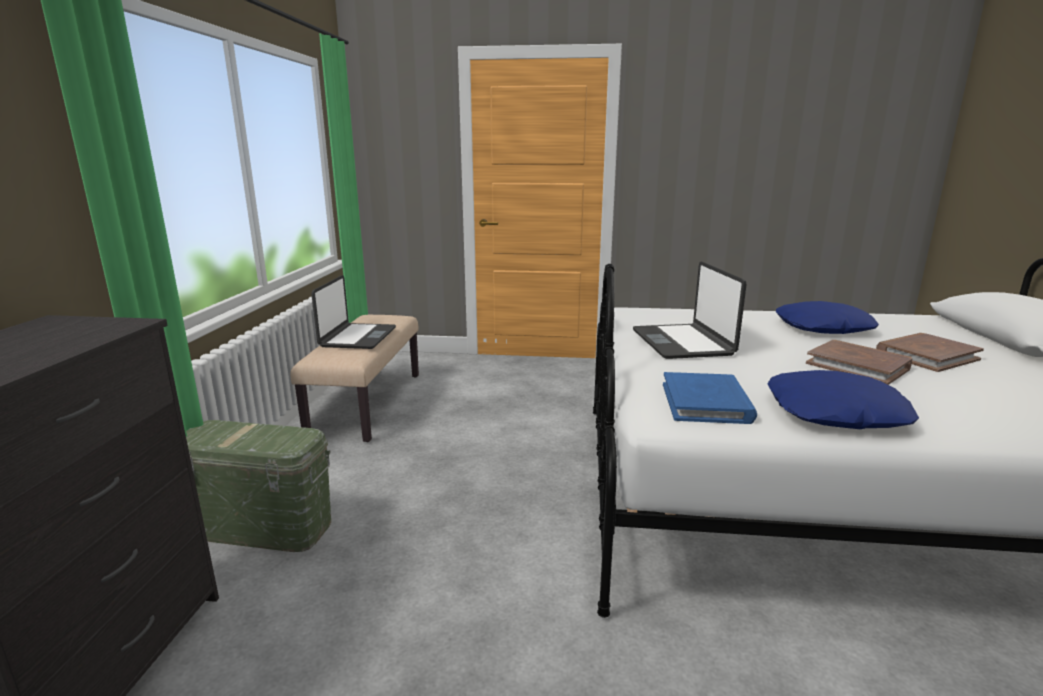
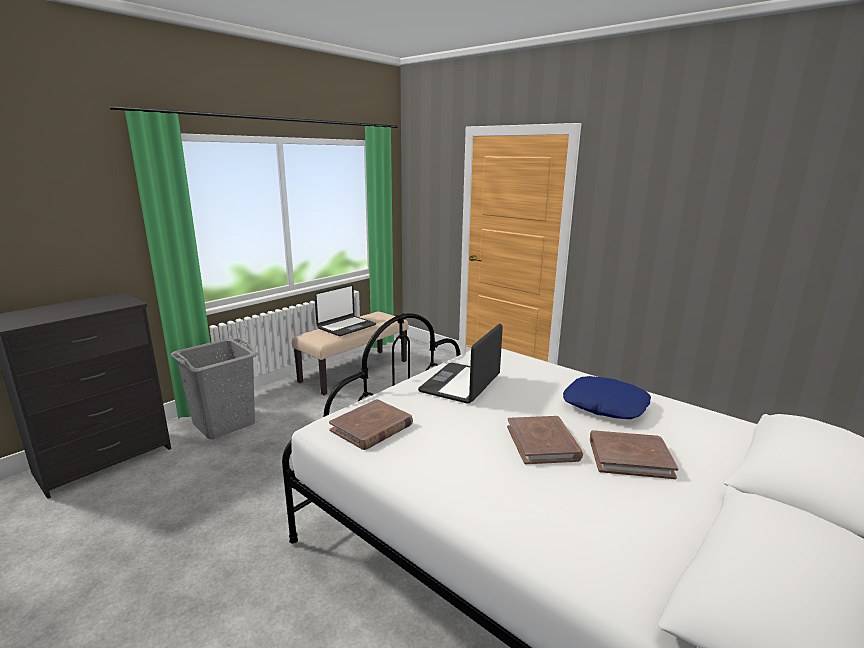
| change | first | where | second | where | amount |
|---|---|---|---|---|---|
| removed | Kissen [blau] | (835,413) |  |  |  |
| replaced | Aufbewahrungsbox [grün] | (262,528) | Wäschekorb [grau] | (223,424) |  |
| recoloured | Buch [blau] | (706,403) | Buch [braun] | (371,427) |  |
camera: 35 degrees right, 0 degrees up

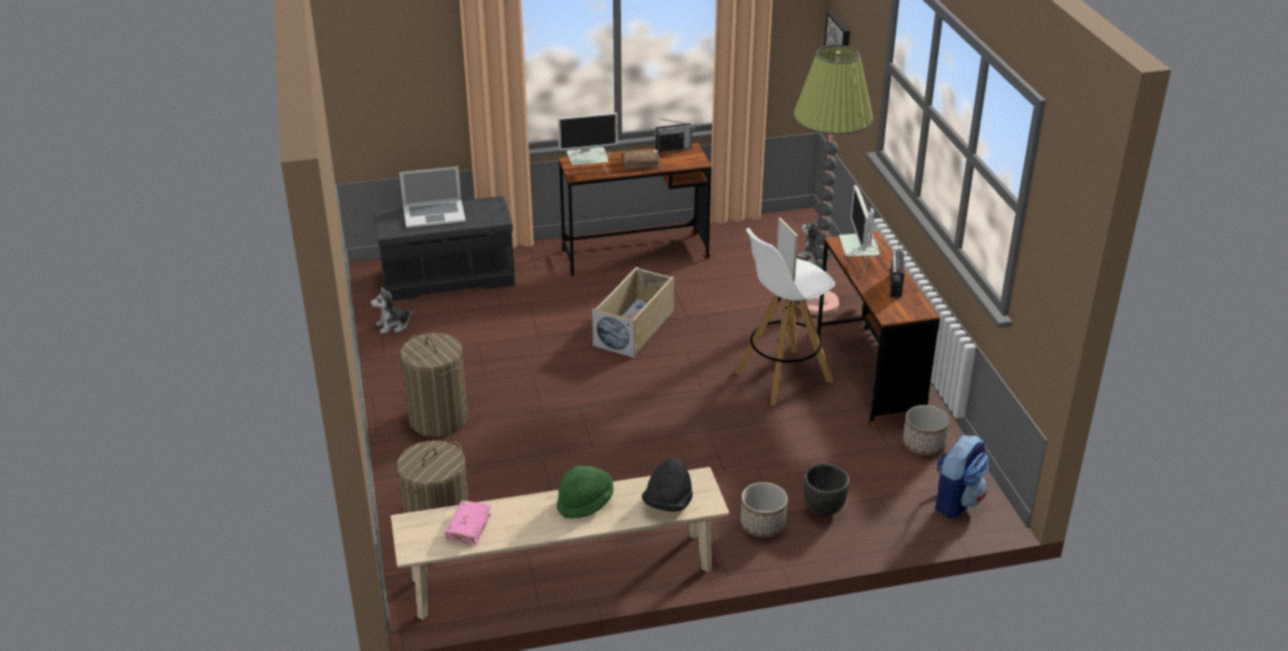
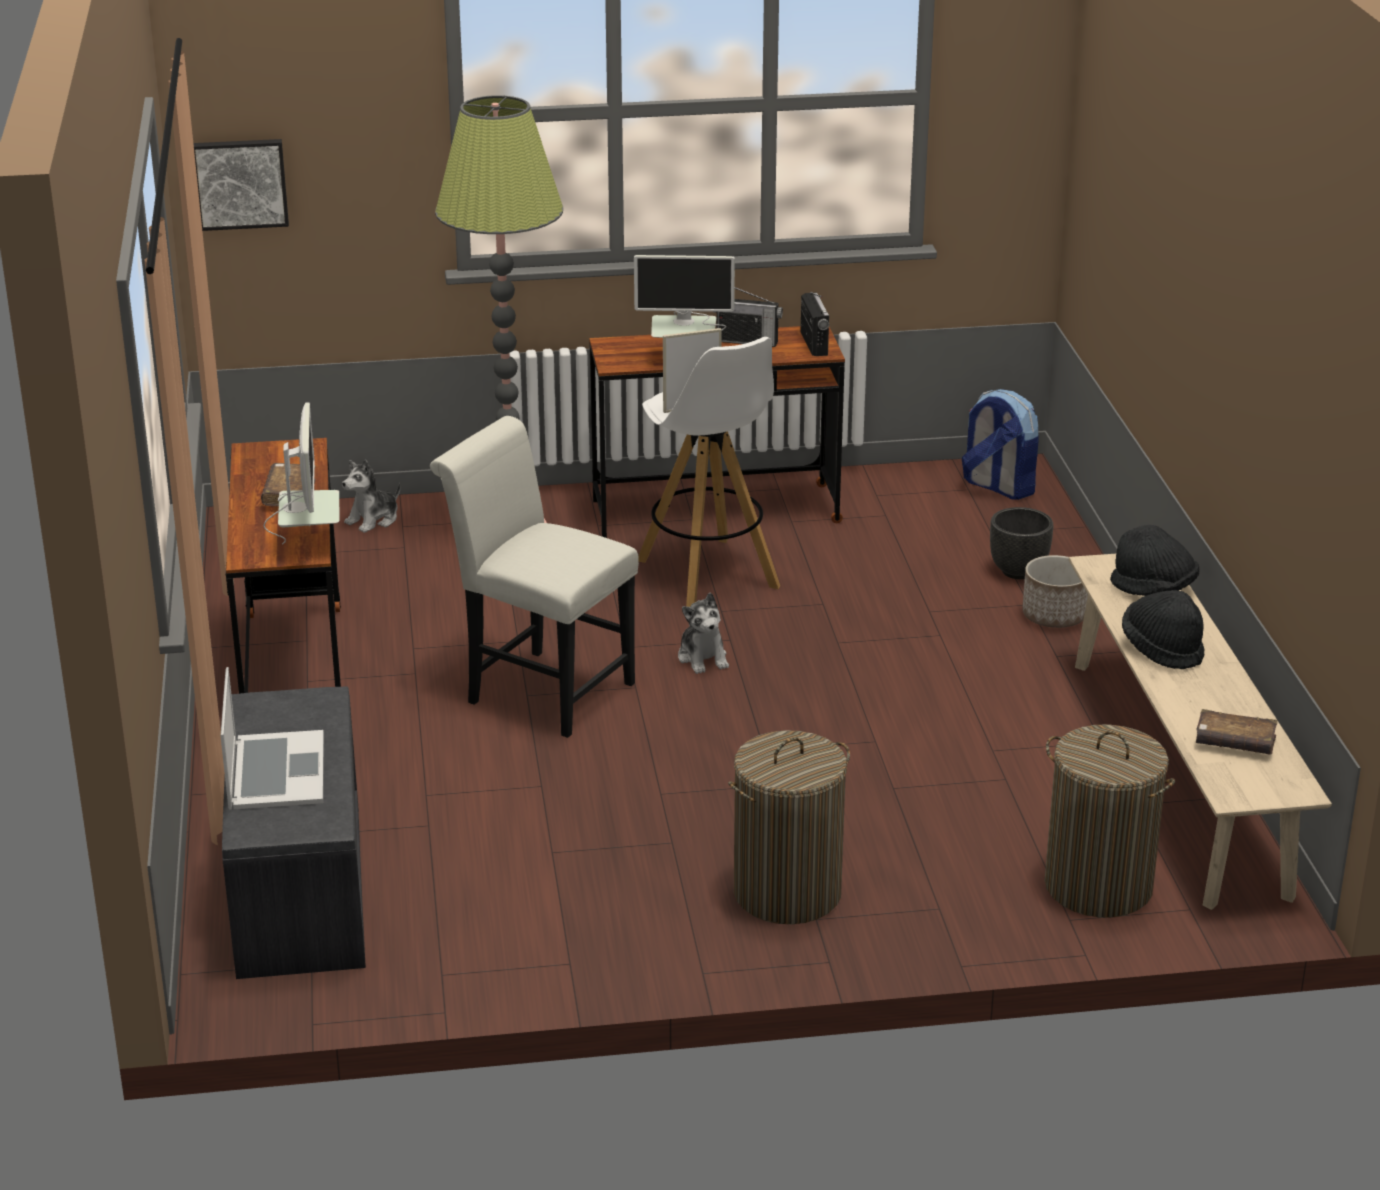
| change | first | where | second | where | amount |
|---|---|---|---|---|---|
| removed | Pflanzkübel | (923,445) |  |  |  |
| moved | Plüschtier | (393,325) |  | (703,658) |  |
| moved | Radio | (673,149) |  | (814,344) |  |
| replaced | Aufbewahrungsbox [beige] | (634,328) | Stuhl [weiß] | (541,689) |  |
| recoloured | Buch [rosa] | (468,527) | Buch [braun] | (1234,743) |  |
| recoloured | Hut [grün] | (585,503) | Hut [schwarz] | (1162,649) |  |
camera: 85 degrees left, 5 degrees down

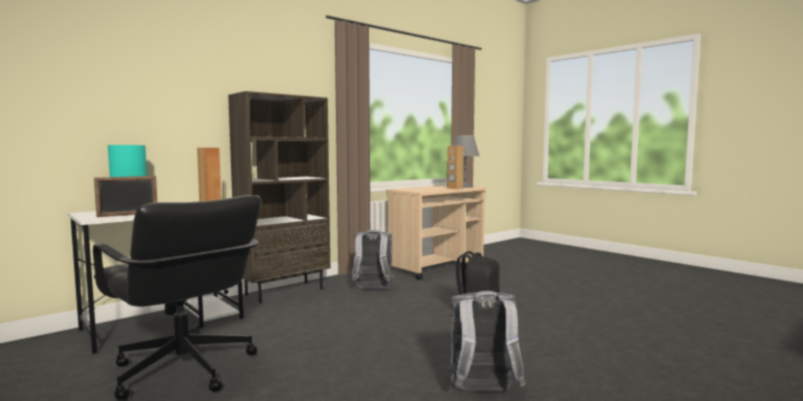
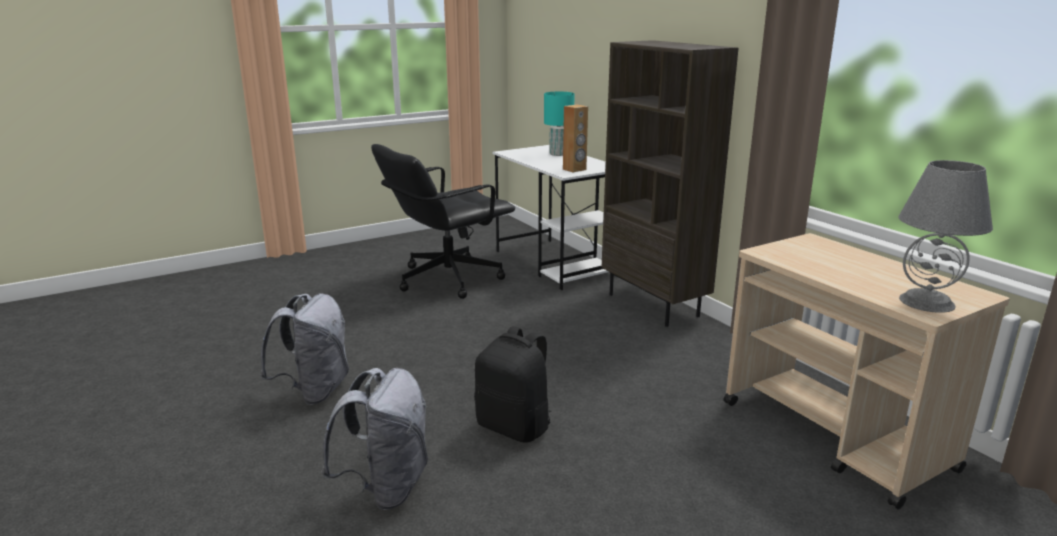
| change | first | where | second | where | amount |
|---|---|---|---|---|---|
| removed | Bilderrahmen | (128,215) |  |  |  |
| removed | Lautsprecher [braun] | (454,188) |  |  |  |
| moved | Rucksack [grau] | (372,290) |  | (386,487) |  |
camera: 100 degrees right, 15 degrees up

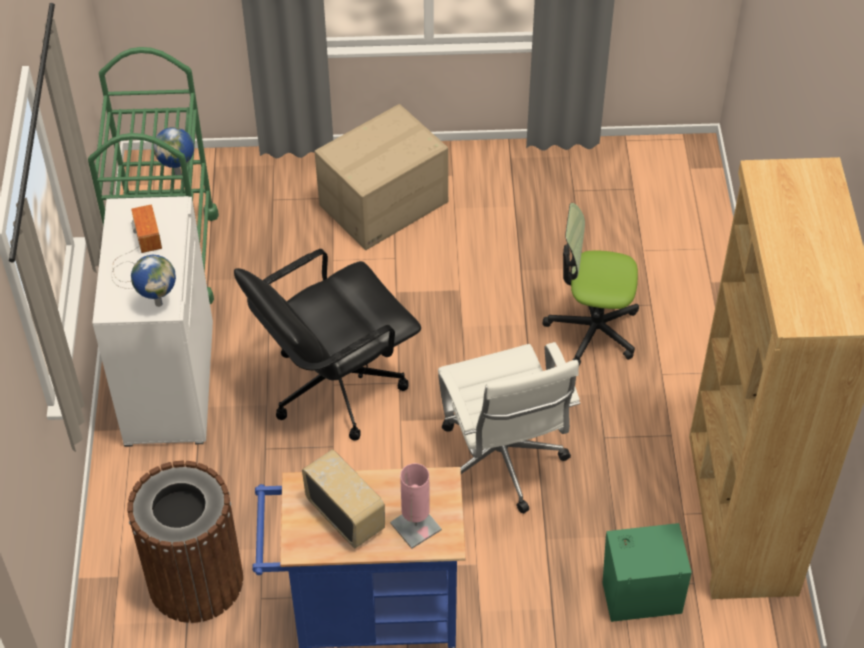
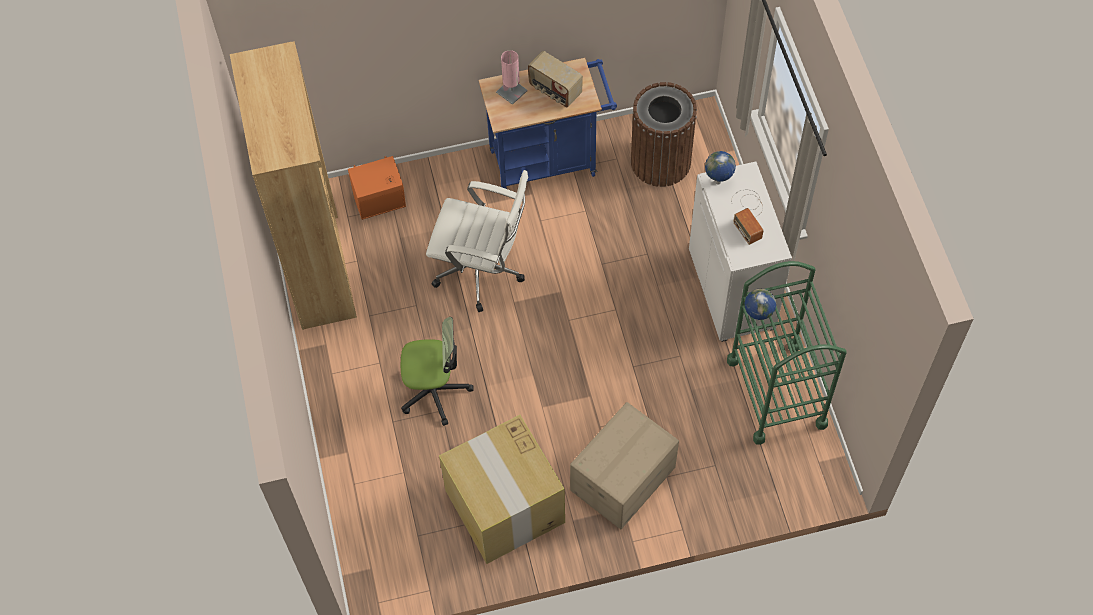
| change | first | where | second | where | amount |
|---|---|---|---|---|---|
| removed | Bürostuhl [schwarz] | (334,386) |  |  |  |
| added |  |  | Karton | (505,507) |  |
| recoloured | Lautsprecher [grün] | (639,594) | Lautsprecher [orange] | (381,204) |  |
| turned | Bürostuhl [weiß] | (502,465) |  | (483,272) | 135 degrees clockwise |
camera: 170 degrees right, 10 degrees up

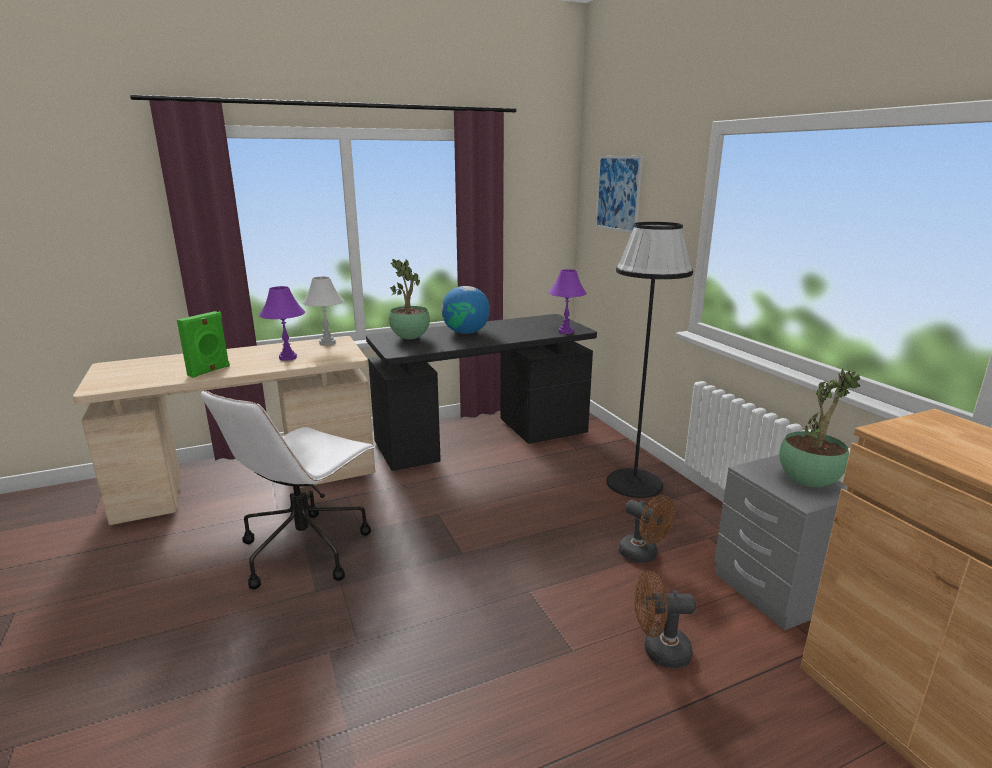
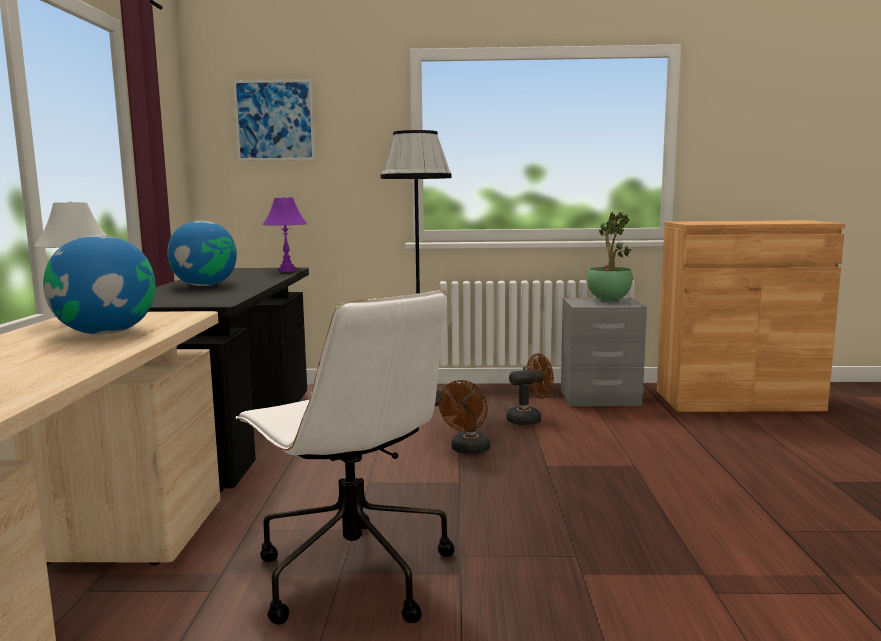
| change | first | where | second | where | amount |
|---|---|---|---|---|---|
| removed | Lautsprecher [grün] | (210,371) |  |  |  |
| removed | Topfpflanze | (411,338) |  |  |  |
| moved | Ventilator [braun] | (659,651) |  | (468,450) |  |
| replaced | Tischlampe [lila] | (287,357) | Globus | (106,333) |  |
camera: 65 degrees left, 10 degrees down

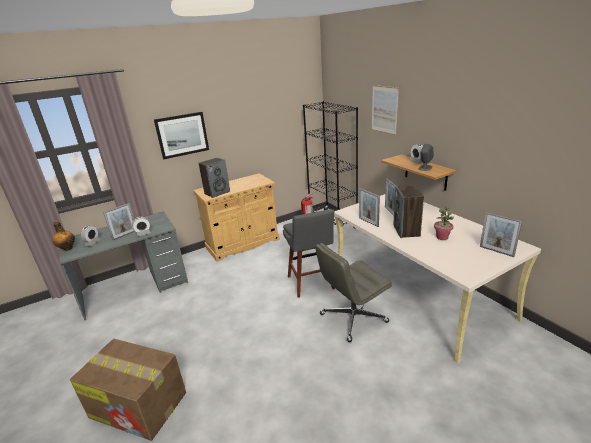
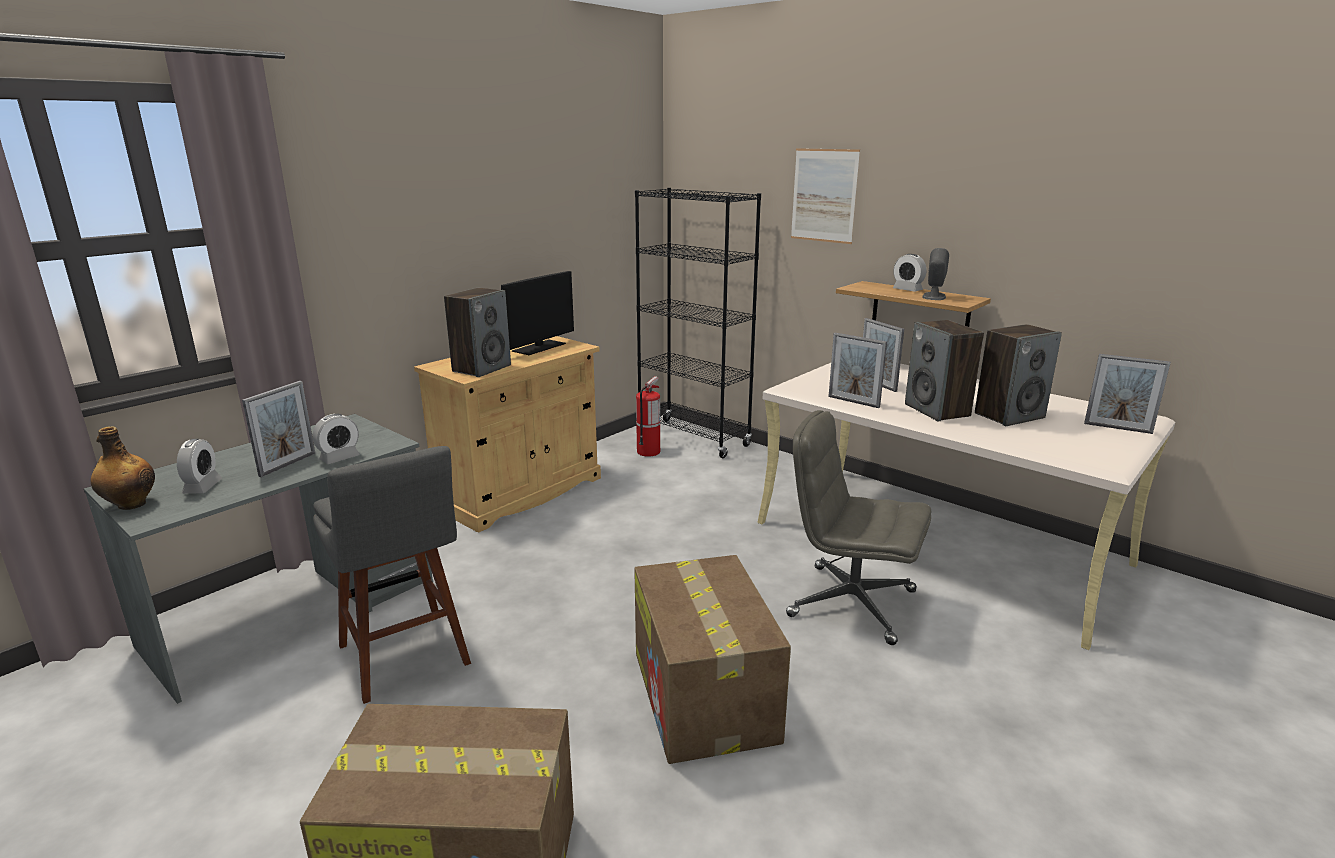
| change | first | where | second | where | amount |
|---|---|---|---|---|---|
| removed | Bild | (182,135) |  |  |  |
| added |  |  | Monitor | (539,347) |  |
| added |  |  | Karton | (705,697) |  |
| moved | Hocker [grau] | (311,284) |  | (406,659) |  |
| replaced | Topfpflanze | (442,237) | Lautsprecher | (1009,415) |  |
| turned | Bürostuhl [grau] | (353,318) |  | (850,603) | 75 degrees clockwise |
camera: 20 degrees left, 5 degrees down

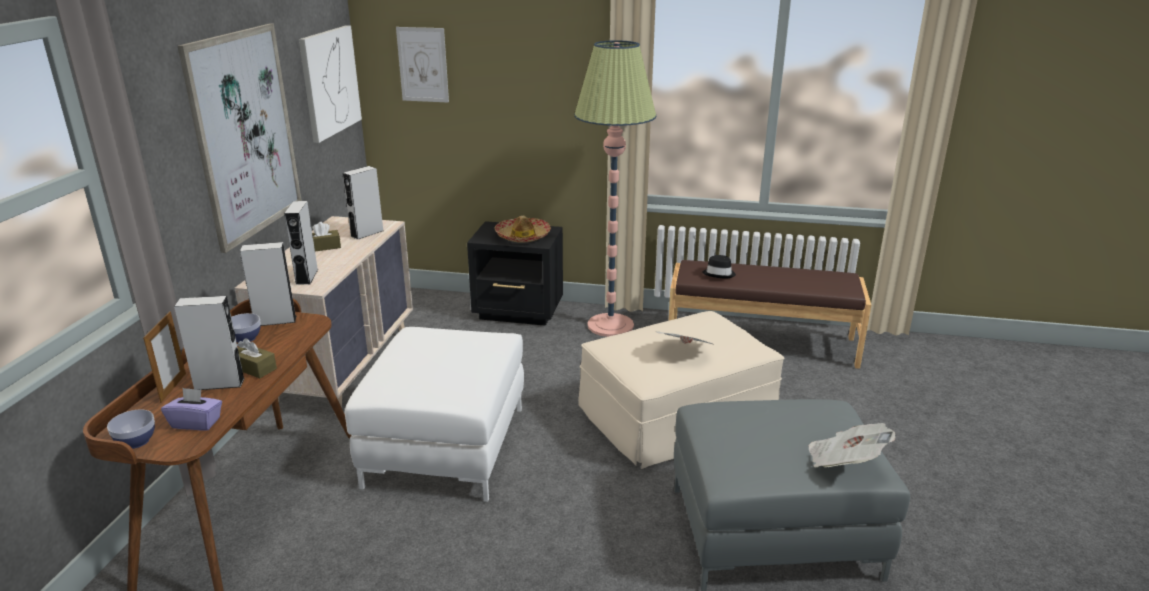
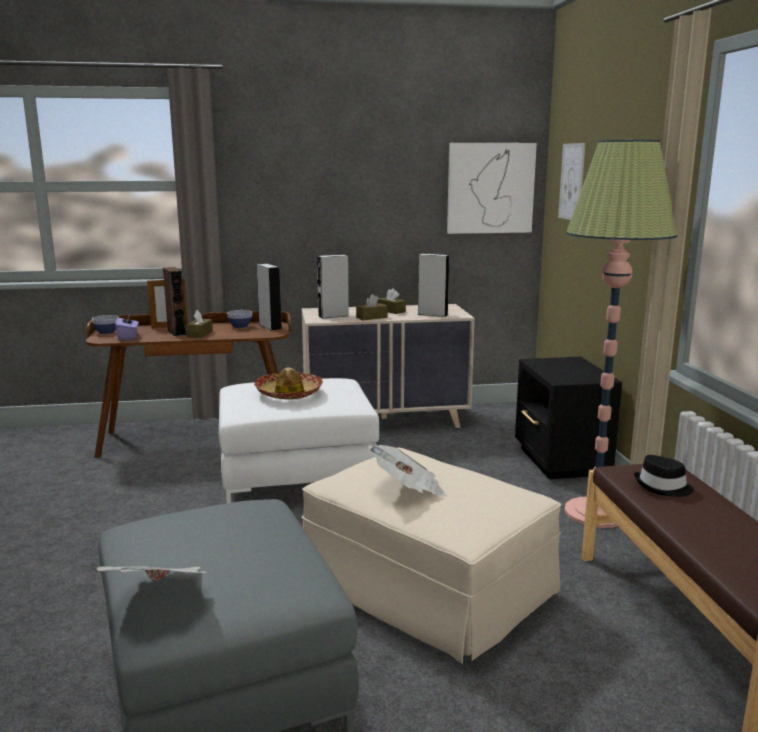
| change | first | where | second | where | amount |
|---|---|---|---|---|---|
| removed | Bild | (245,134) |  |  |  |
| added |  |  | Taschentuchbox [braun] | (371,317) |  |
| moved | Hut | (522,236) |  | (289,393) |  |
| recoloured | Lautsprecher [grau] | (219,384) | Lautsprecher [braun] | (177,332) |  |
camera: 70 degrees right, 10 degrees down

